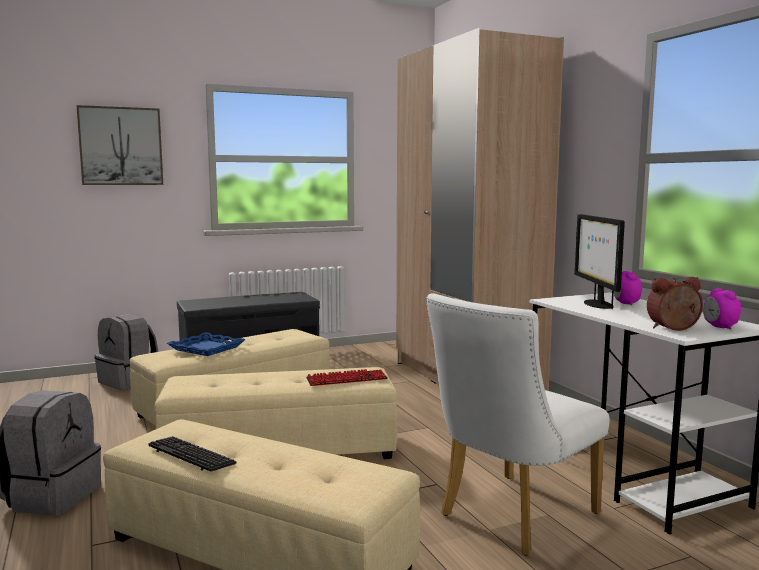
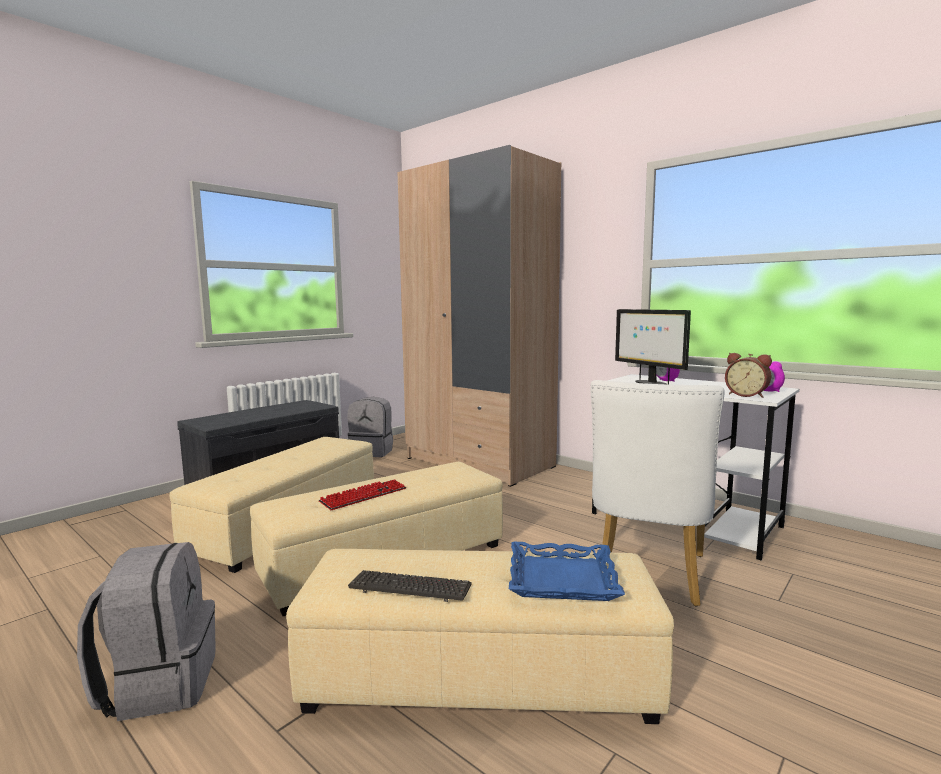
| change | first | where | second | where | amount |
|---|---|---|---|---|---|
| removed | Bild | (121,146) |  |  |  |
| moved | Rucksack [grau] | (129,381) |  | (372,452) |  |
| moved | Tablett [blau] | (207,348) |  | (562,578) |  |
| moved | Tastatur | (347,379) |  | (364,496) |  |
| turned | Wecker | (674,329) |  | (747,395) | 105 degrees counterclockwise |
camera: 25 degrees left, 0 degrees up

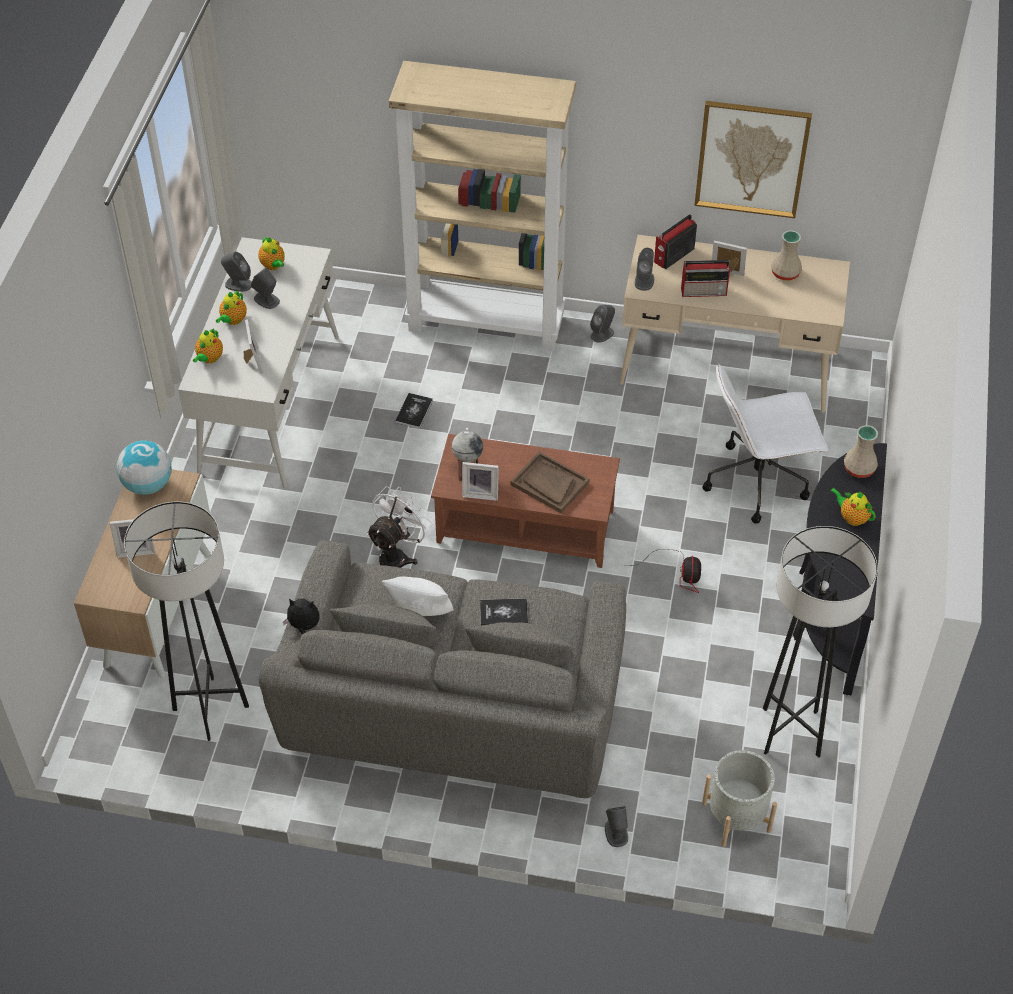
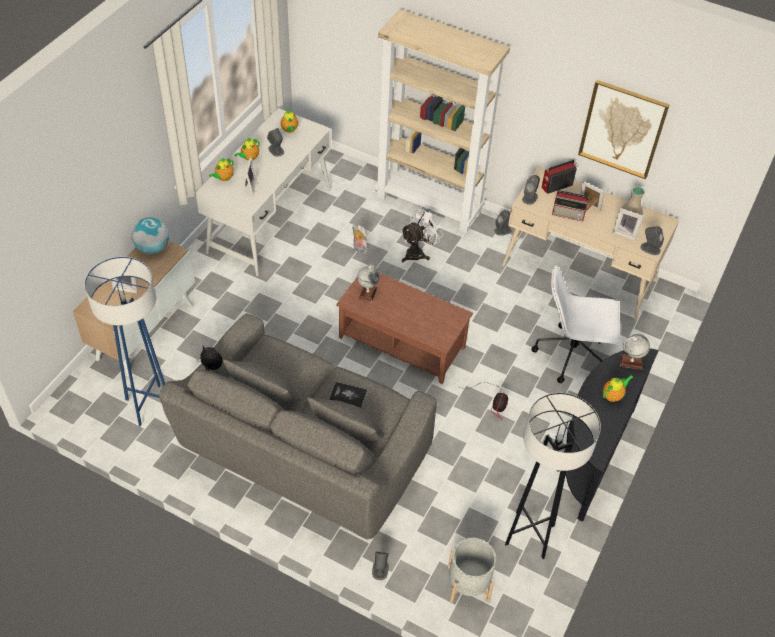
| change | first | where | second | where | amount |
|---|---|---|---|---|---|
| removed | Kissen [weiß] | (419,611) |  |  |  |
| removed | Tablett [braun] | (549,484) |  |  |  |
| moved | Lautsprecher [grau] | (238,284) |  | (650,248) |  |
| moved | Ventilator [weiß] | (397,556) |  | (418,252) |  |
| moved | Bilderrahmen | (481,492) |  | (625,233) |  |
| replaced | Buch | (414,411) | Plüschtier | (359,249) |  |
| replaced | Vase [beige] | (858,468) | Globus | (631,362) |  |
| recoloured | Stehlampe [grau] | (211,708) | Stehlampe [blau] | (150,405) |  |
| turned | Teekanne | (852,517) |  | (613,395) | 90 degrees clockwise |
camera: 15 degrees right, 0 degrees up

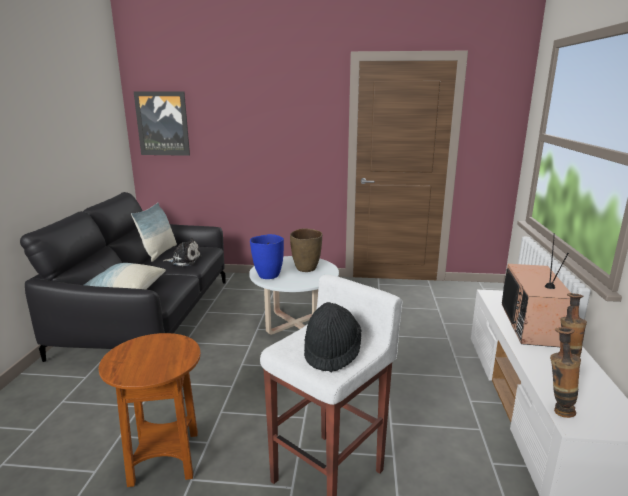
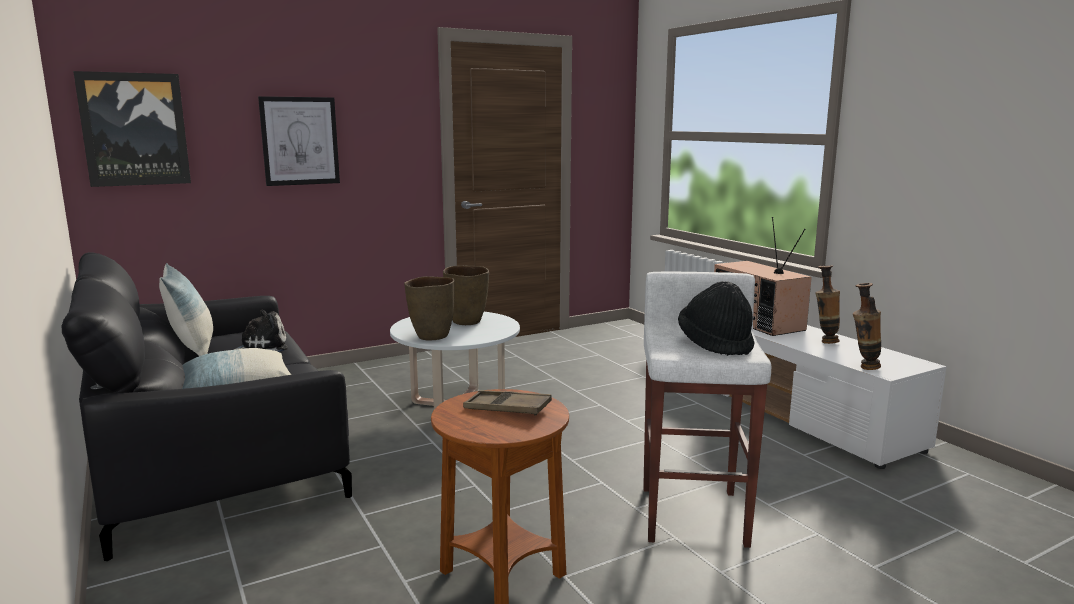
| change | first | where | second | where | amount |
|---|---|---|---|---|---|
| added |  |  | Bild | (300,141) |  |
| added |  |  | Tablett [braun] | (507,408) |  |
| recoloured | Vase [blau] | (268,275) | Vase [braun] | (431,336) |  |
camera: 35 degrees left, 5 degrees down

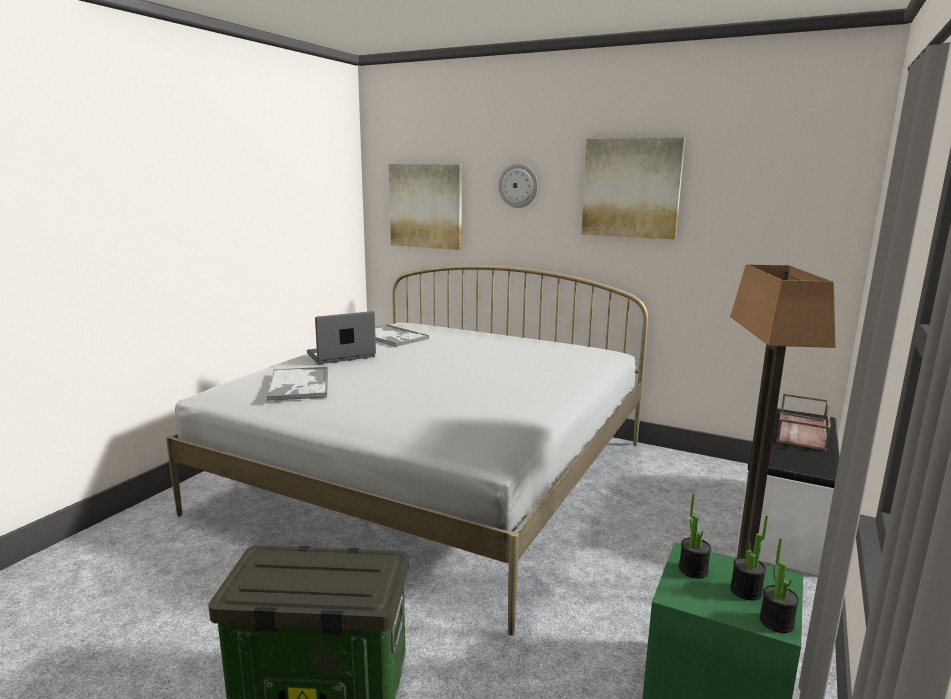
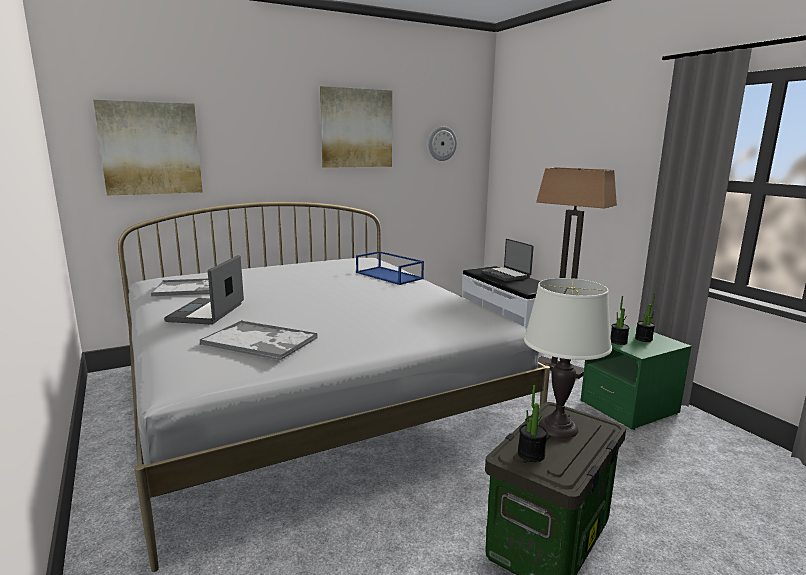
| change | first | where | second | where | amount |
|---|---|---|---|---|---|
| added |  |  | Tablett [blau] | (390,275) |  |
| added |  |  | Tischlampe [weiß] | (558,427) |  |
| moved | Wanduhr | (518,185) |  | (442,143) |  |
| moved | Topfpflanze | (776,622) |  | (531,454) |  |
| replaced | Tablett [braun] | (803,431) | Laptop | (506,275) |  |
camera: 55 degrees left, 0 degrees up

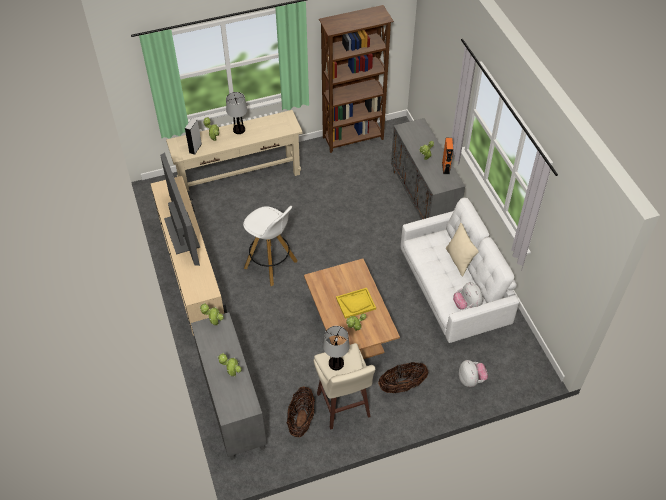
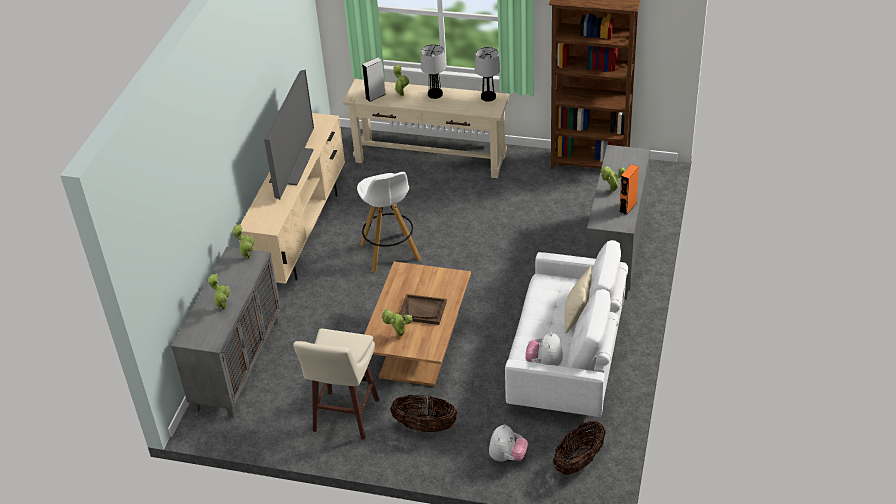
| change | first | where | second | where | amount |
|---|---|---|---|---|---|
| moved | Korb | (301,419) |  | (578,461) |  |
| moved | Tischlampe | (336,364) |  | (488,97) |  |
| recoloured | Tablett [gelb] | (356,303) | Tablett [braun] | (422,310) |  |
camera: 35 degrees right, 10 degrees down

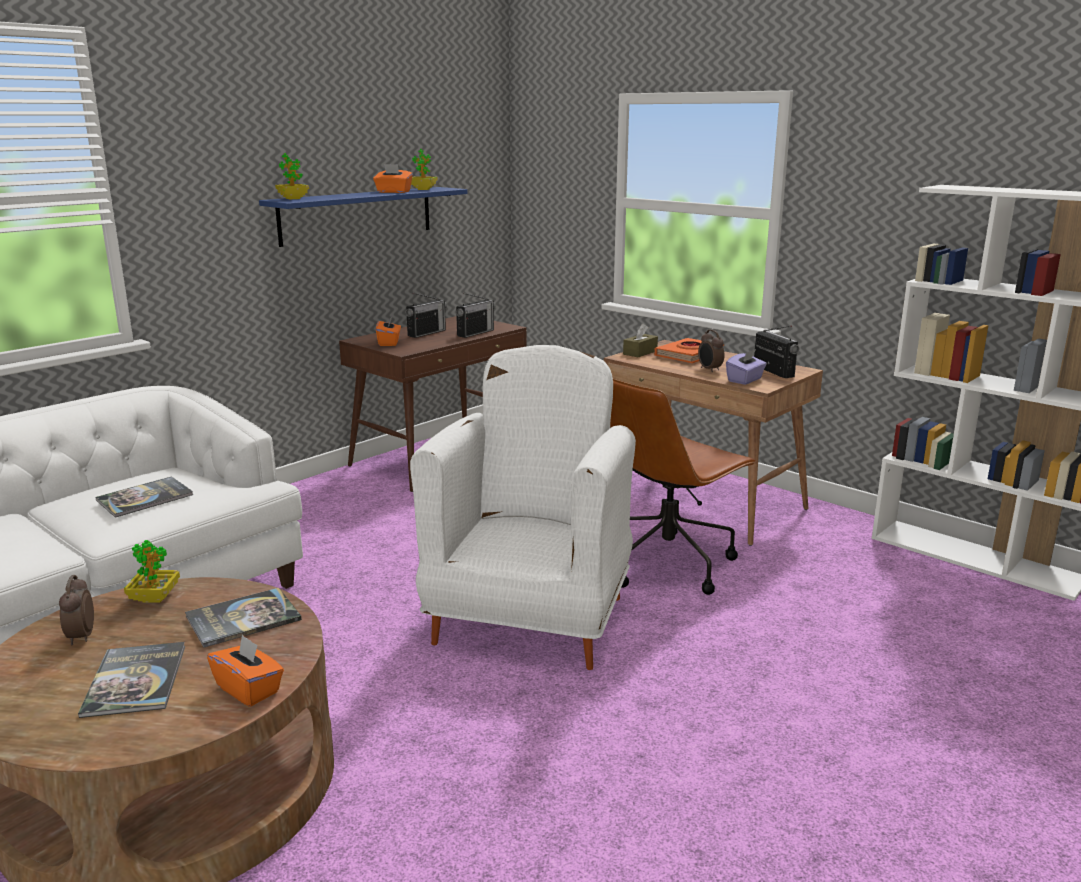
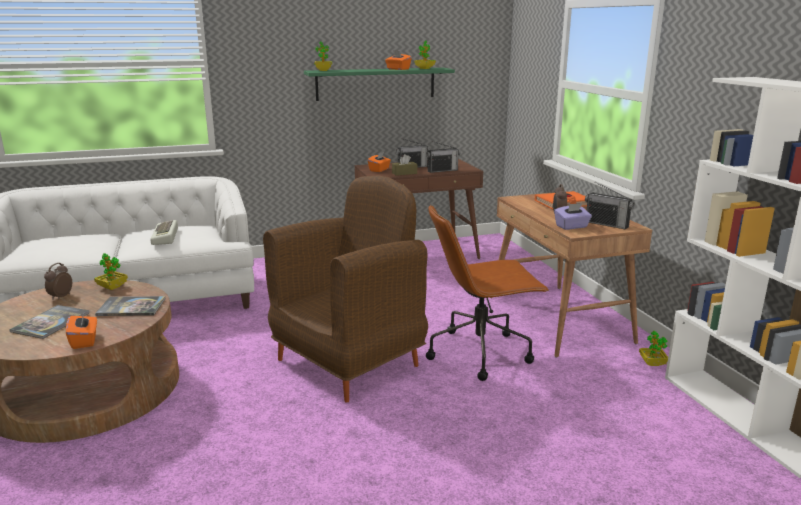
| change | first | where | second | where | amount |
|---|---|---|---|---|---|
| added |  |  | Topfpflanze | (652,363) |  |
| moved | Taschentuchbox [braun] | (640,352) |  | (404,173) |  |
| replaced | Buch | (145,498) | Tastatur | (166,237) |  |
| recoloured | Wandregal [blau] | (357,215) | Wandregal [grün] | (376,84) |  |
| recoloured | Sessel [weiß] | (531,618) | Sessel [braun] | (350,362) |  |
| turned | Radio | (773,371) |  | (607,224) | 120 degrees clockwise |
camera: 30 degrees right, 0 degrees up

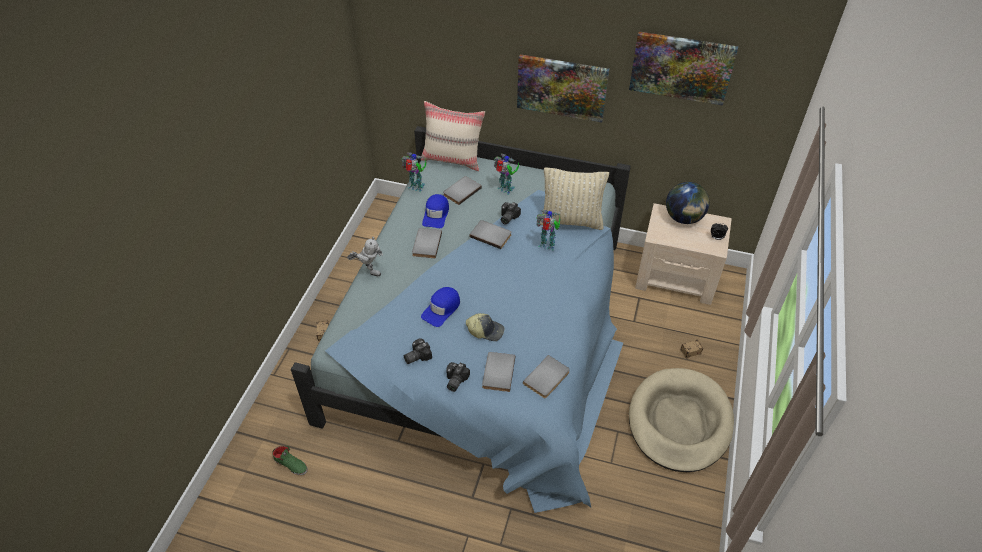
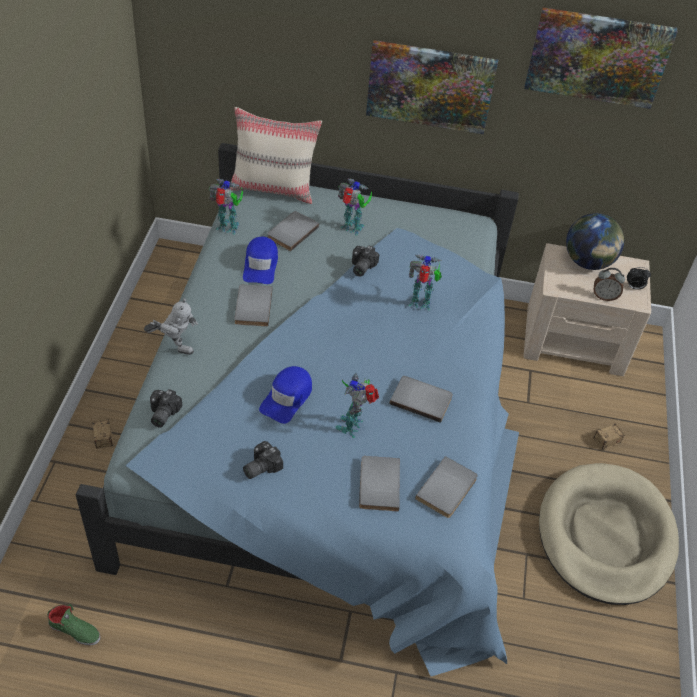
| change | first | where | second | where | amount |
|---|---|---|---|---|---|
| removed | Kissen [beige] | (571,221) |  |  |  |
| added |  |  | Wecker | (604,296) |  |
| moved | Kamera | (454,381) |  | (161,414) |  |
| moved | Buch [grau] | (491,235) |  | (421,399) |  |
| replaced | Kappe | (485,330) | Spielzeugroboter | (353,426) |  |
camera: 10 degrees left, 0 degrees up

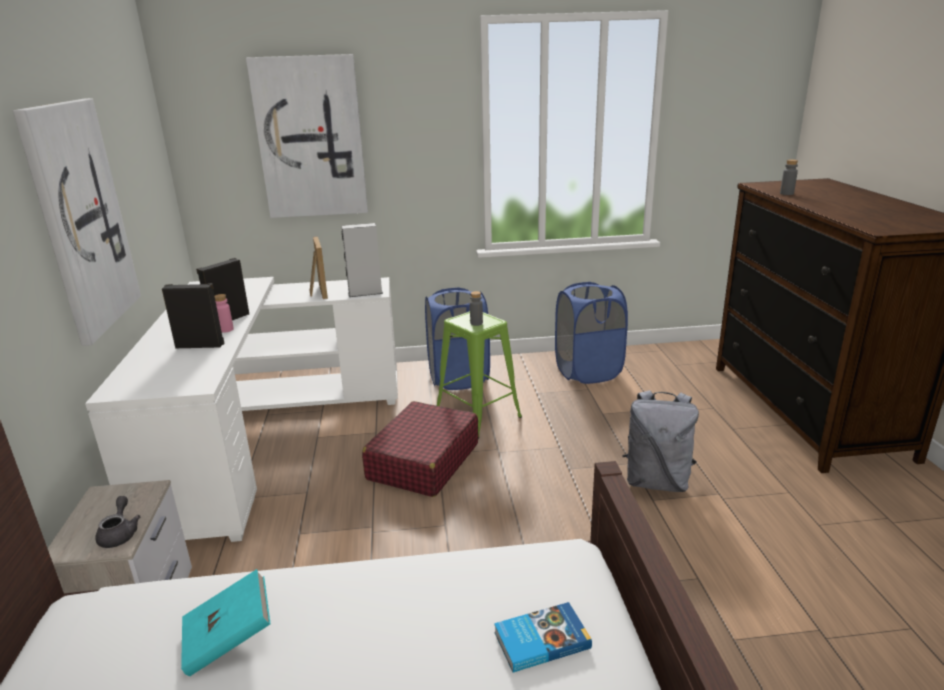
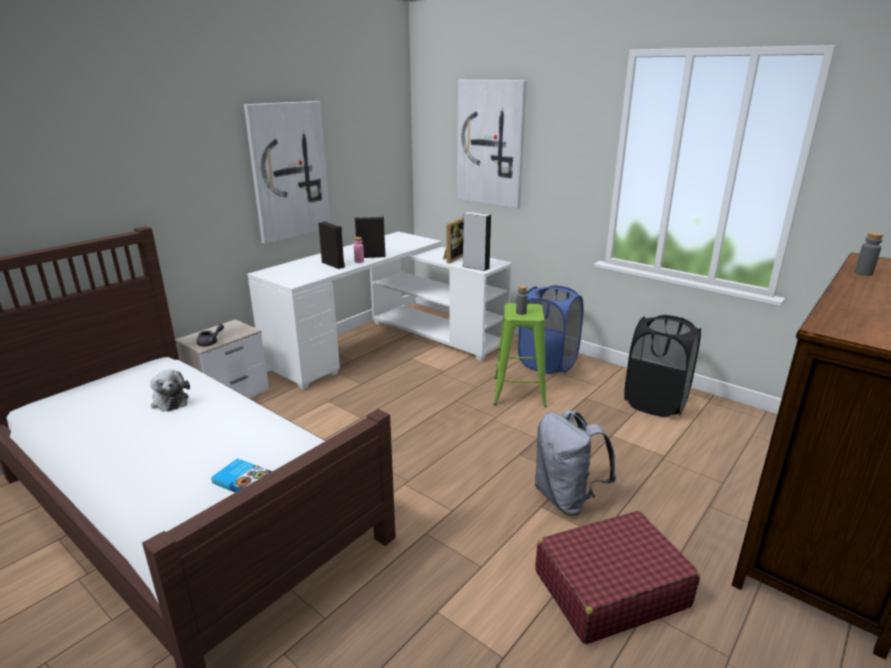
| change | first | where | second | where | amount |
|---|---|---|---|---|---|
| moved | Koffer [rot] | (423,461) |  | (610,589) |  |
| replaced | Buch [türkis] | (229,638) | Plüschtier | (169,401) |  |
| recoloured | Wäschekorb [blau] | (588,372) | Wäschekorb [schwarz] | (655,403) |  |
camera: 45 degrees right, 0 degrees up

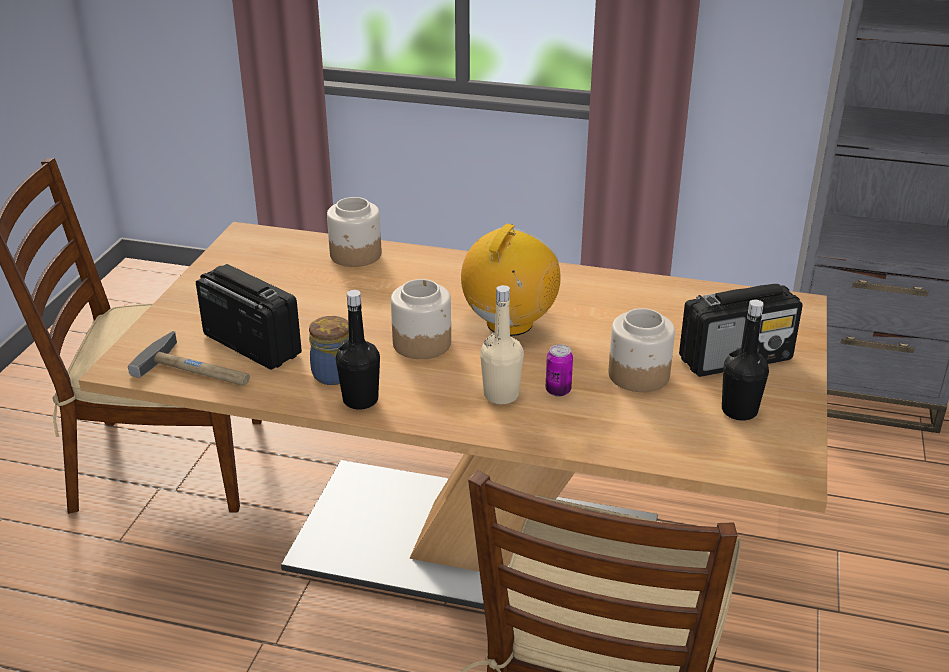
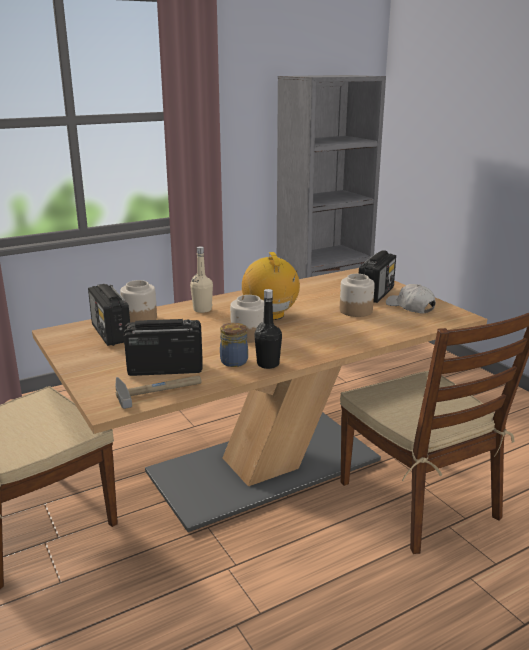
| change | first | where | second | where | amount |
|---|---|---|---|---|---|
| removed | Dose | (558,391) |  |  |  |
| added |  |  | Radio | (111,333) |  |
| moved | Flasche [beige] | (501,395) |  | (202,309) |  |
| replaced | Flasche [schwarz] | (739,411) | Kappe [weiß] | (410,307) |  |
camera: 45 degrees left, 10 degrees down

